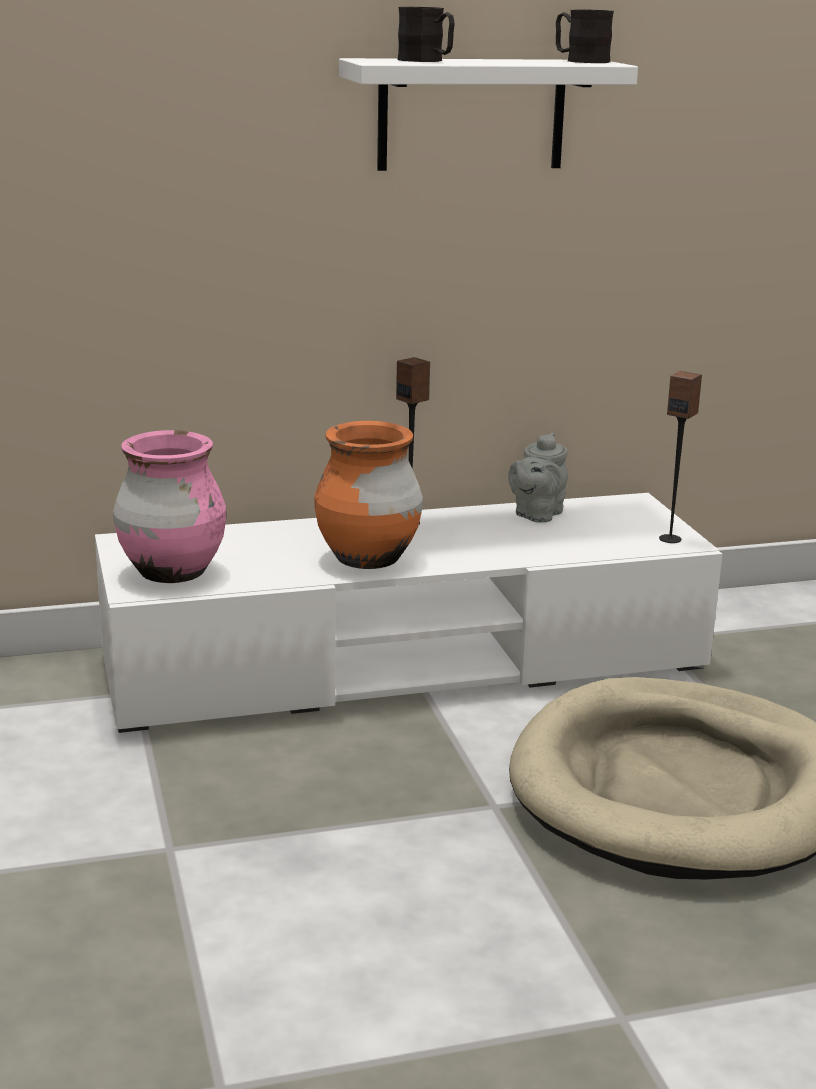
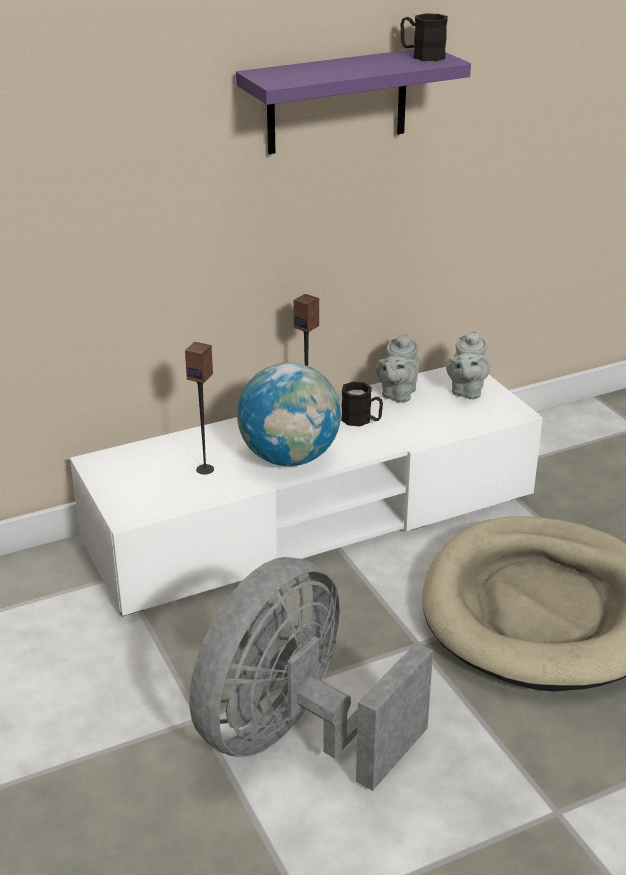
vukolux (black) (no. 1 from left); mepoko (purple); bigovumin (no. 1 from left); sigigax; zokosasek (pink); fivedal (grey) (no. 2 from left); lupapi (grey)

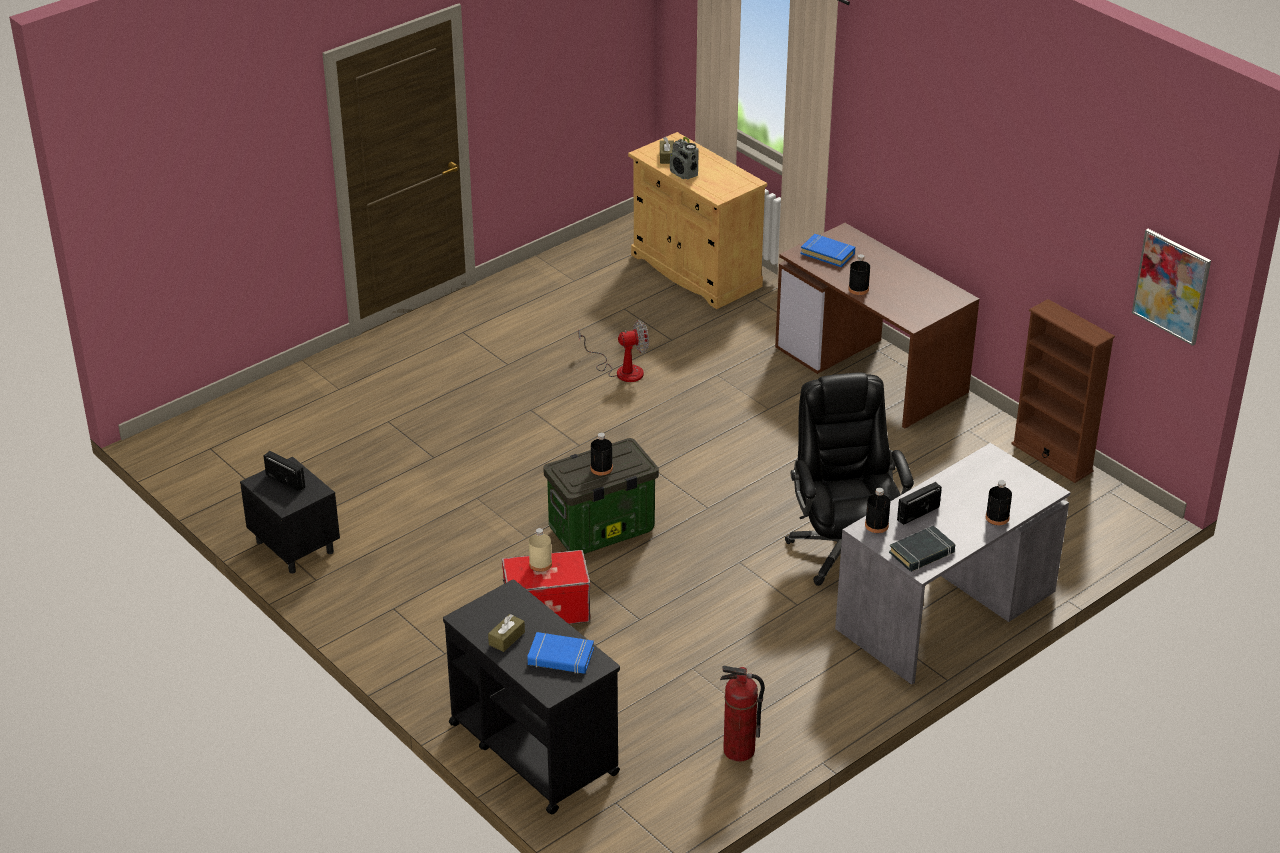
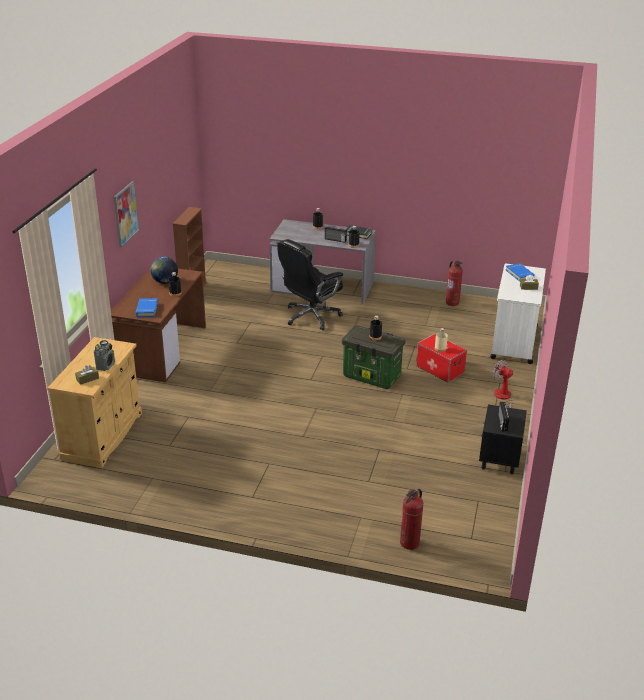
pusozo; lupapi; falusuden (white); sigigax; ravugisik (no. 1 from left)

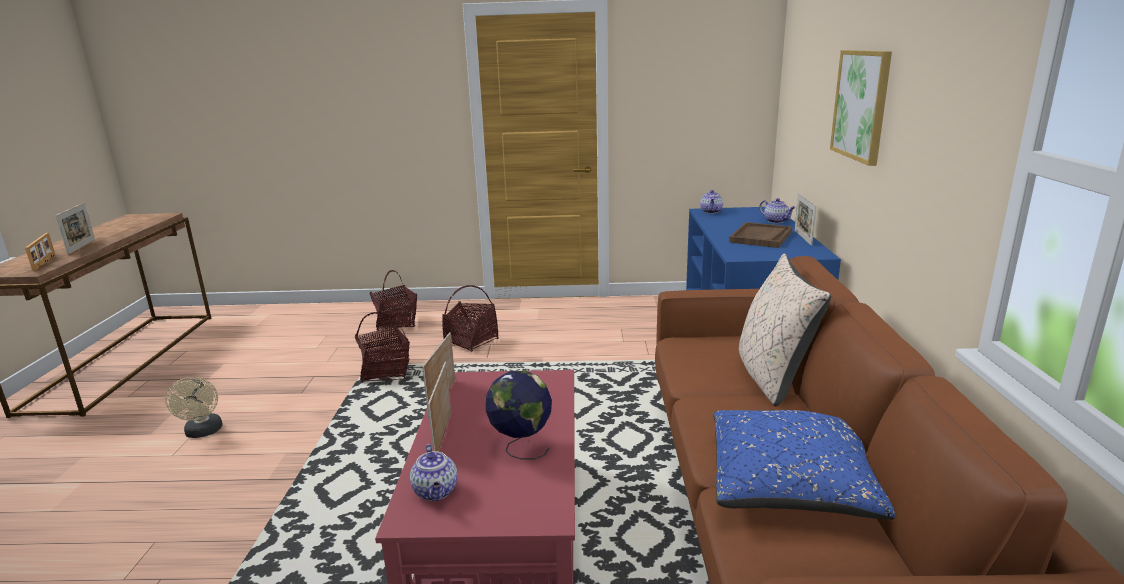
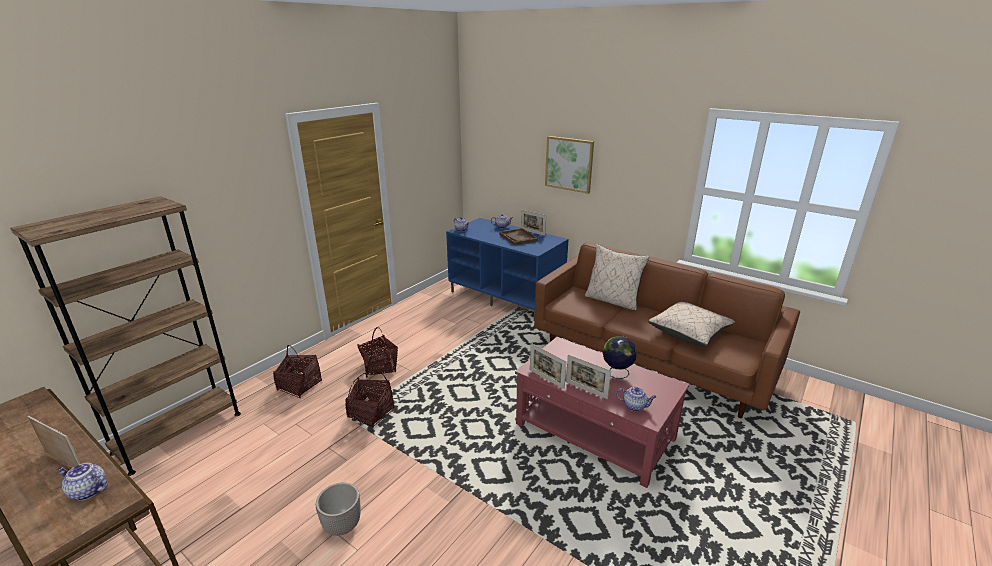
fivedal (no. 1 from left); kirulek; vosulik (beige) (no. 2 from left); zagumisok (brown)

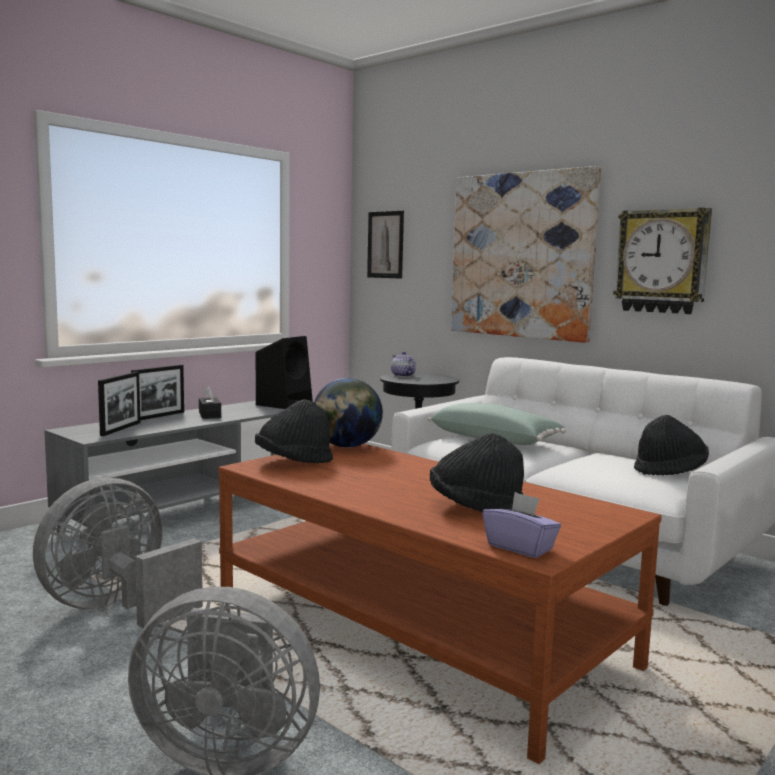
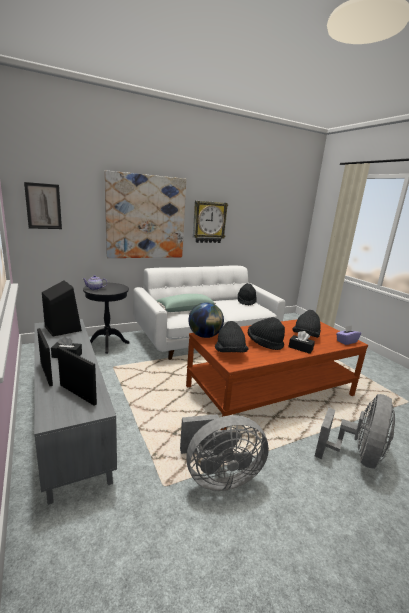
lupapi (grey) (no. 1 from left); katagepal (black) (no. 3 from left); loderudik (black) (no. 2 from left)

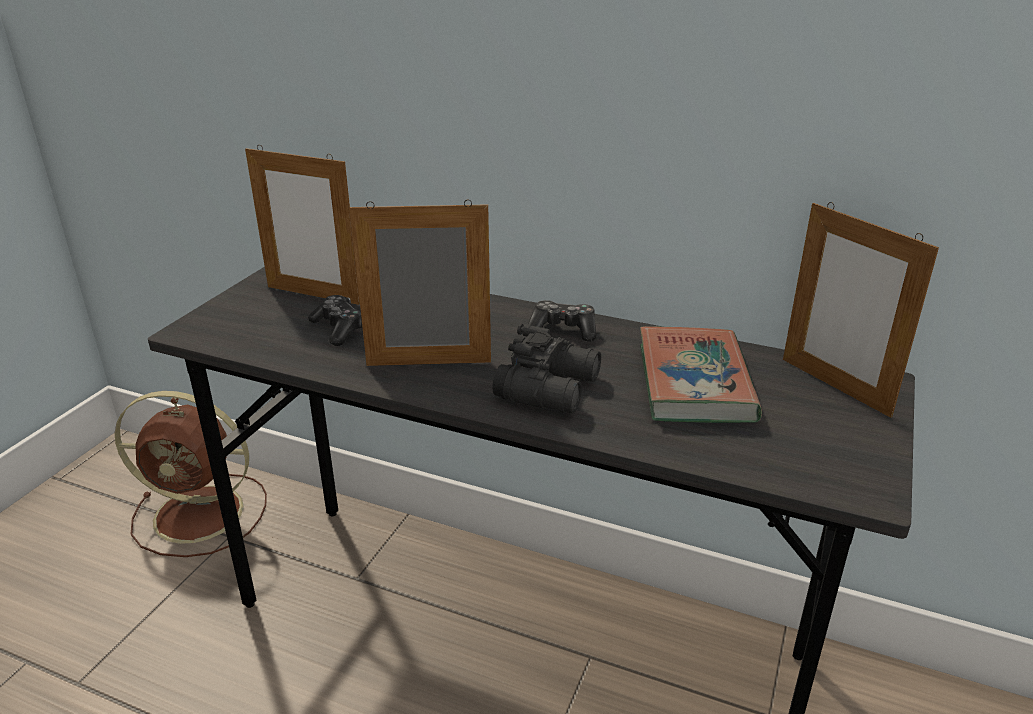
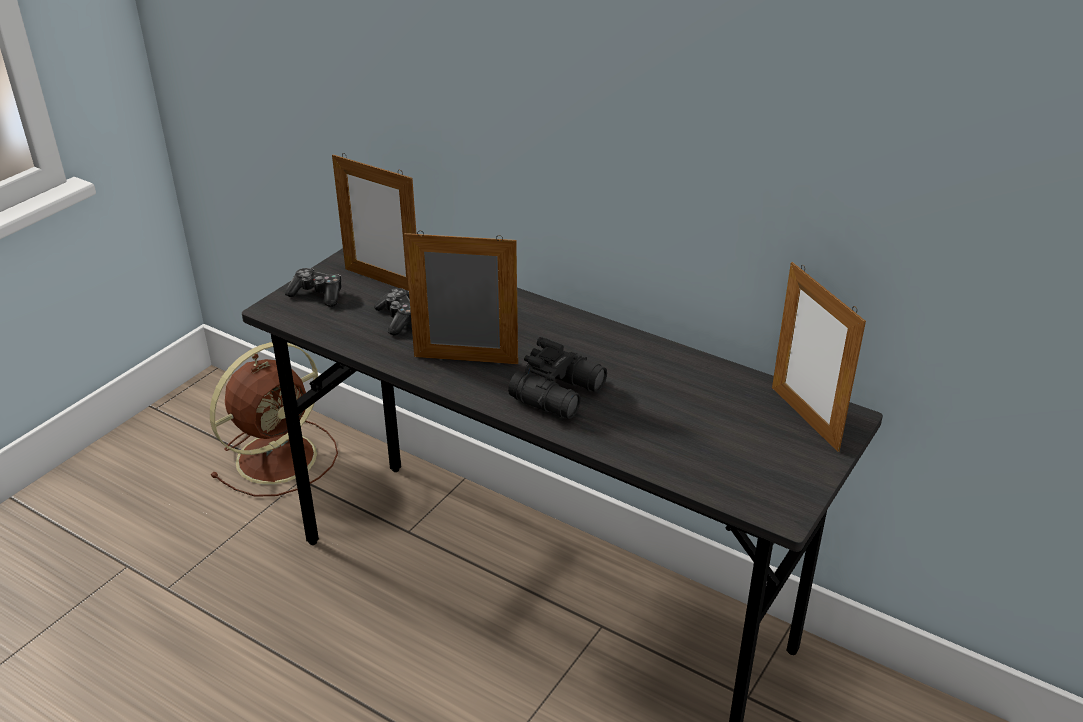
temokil (no. 1 from left); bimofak; lupapi (brown)

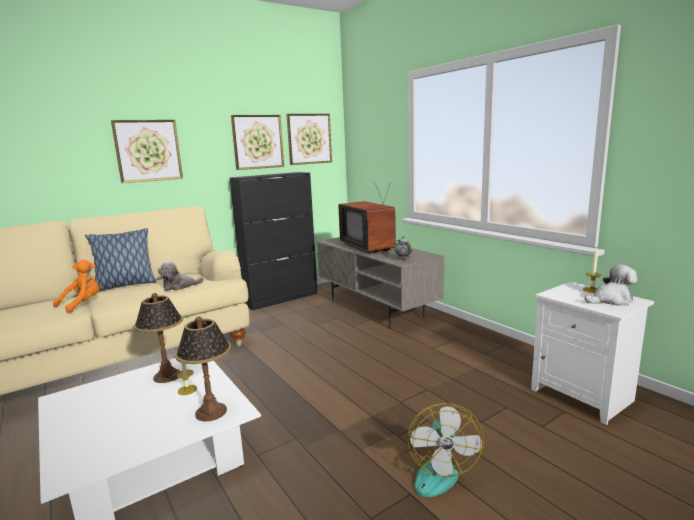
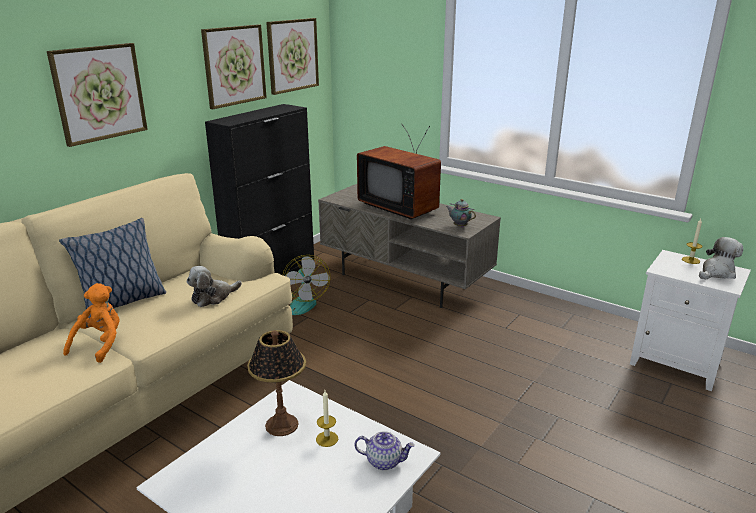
fivedal (no. 1 from left); lupapi

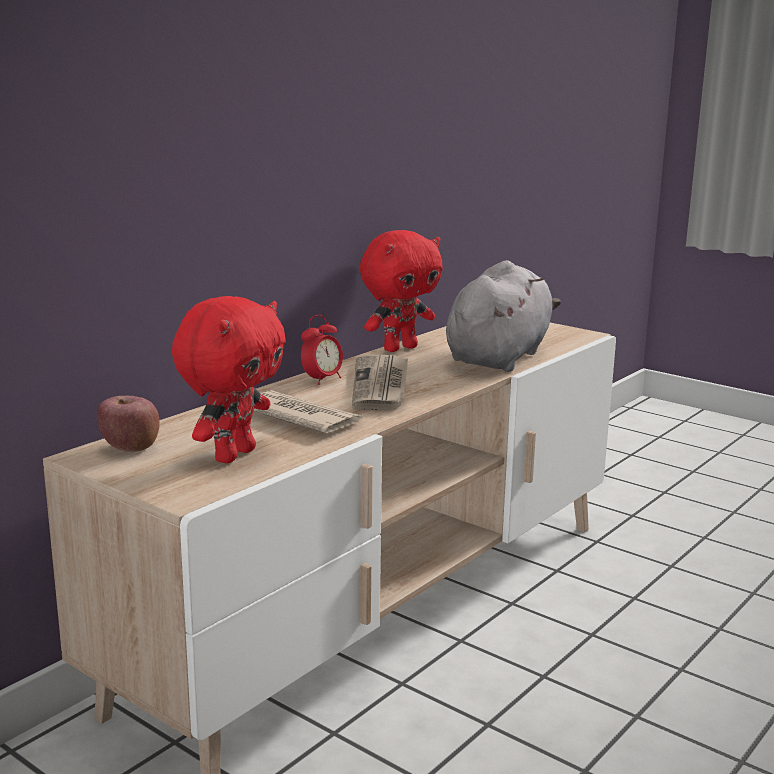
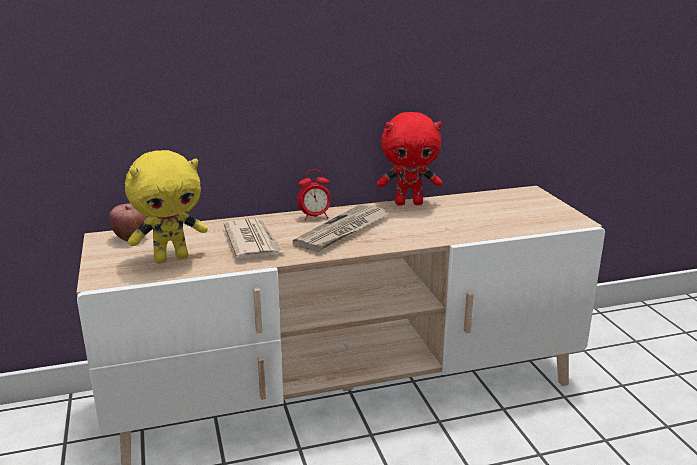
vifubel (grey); vifubel (yellow)

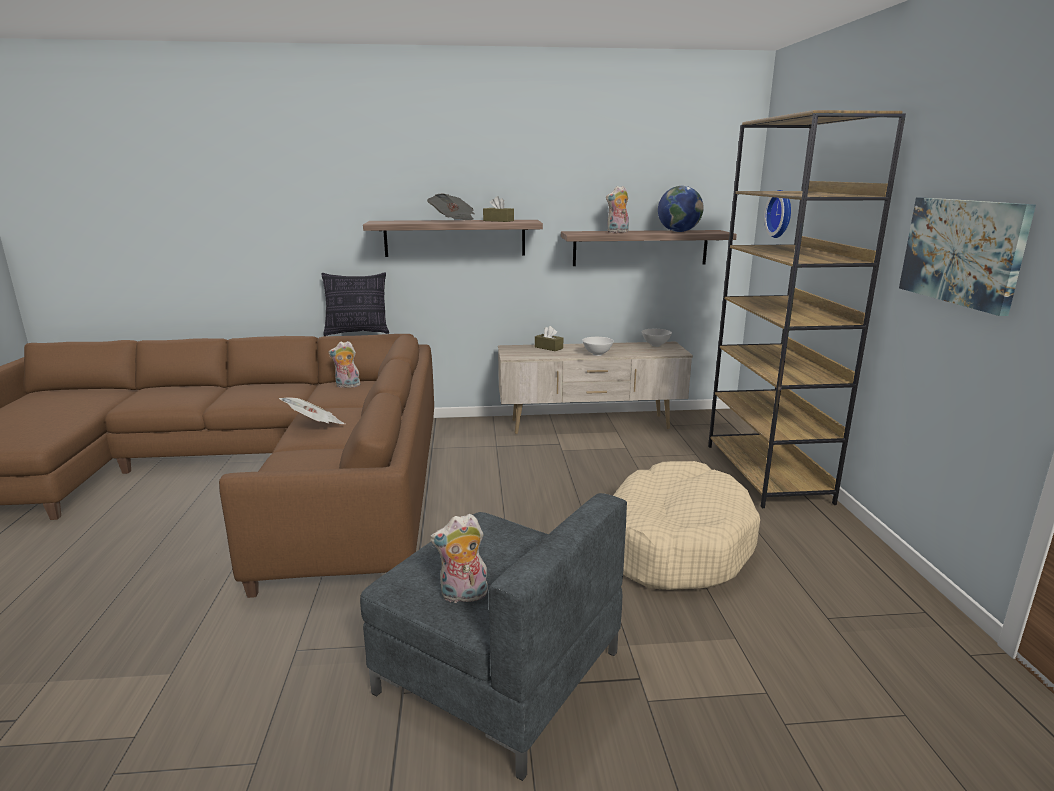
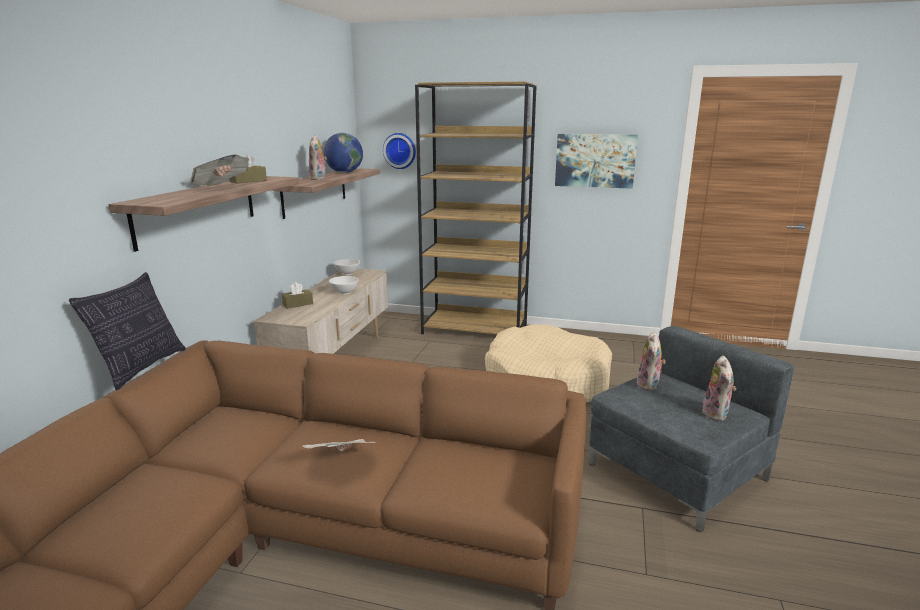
vifubel (no. 2 from left)

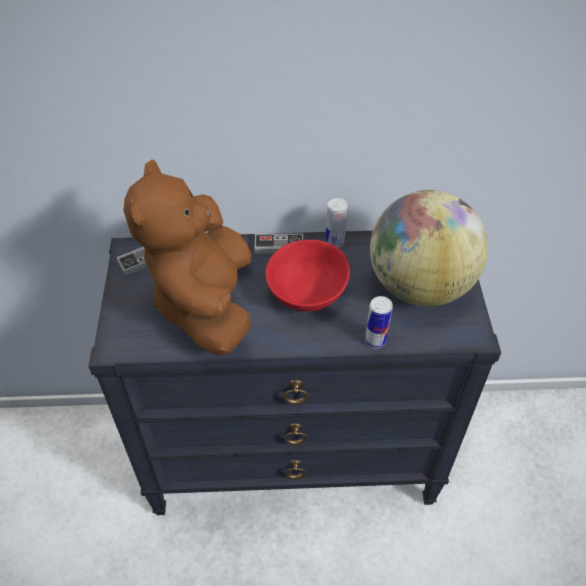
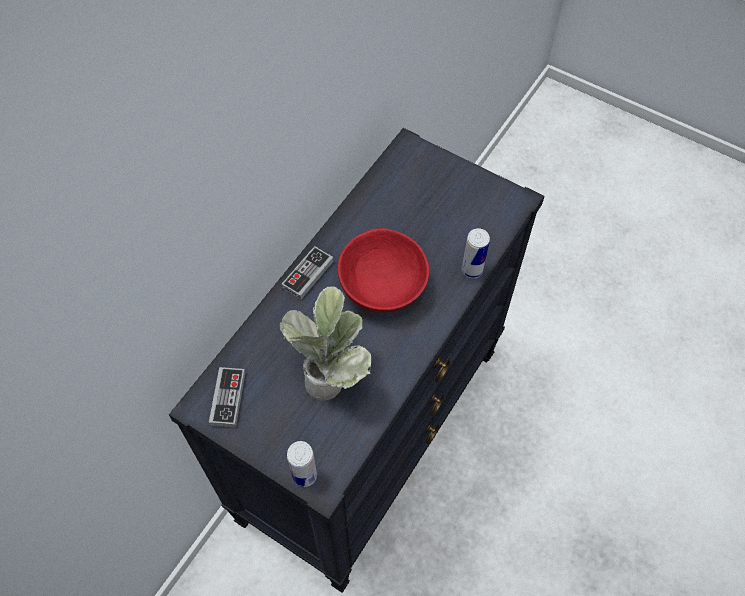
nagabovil; sigigax; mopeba (no. 1 from left)

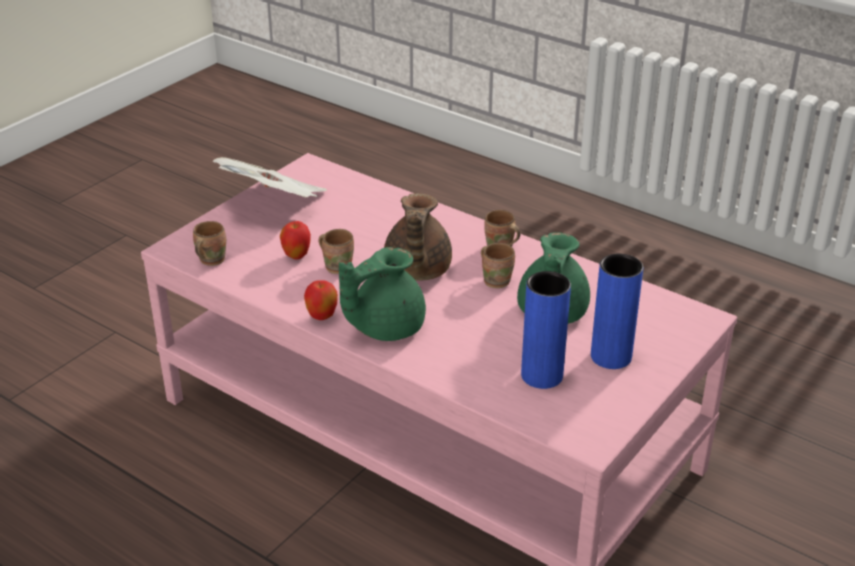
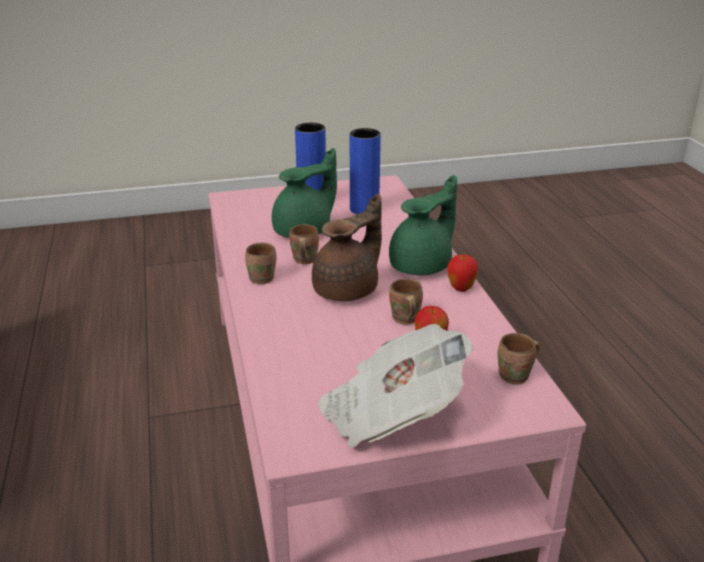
fivedal (green) (no. 2 from left)

